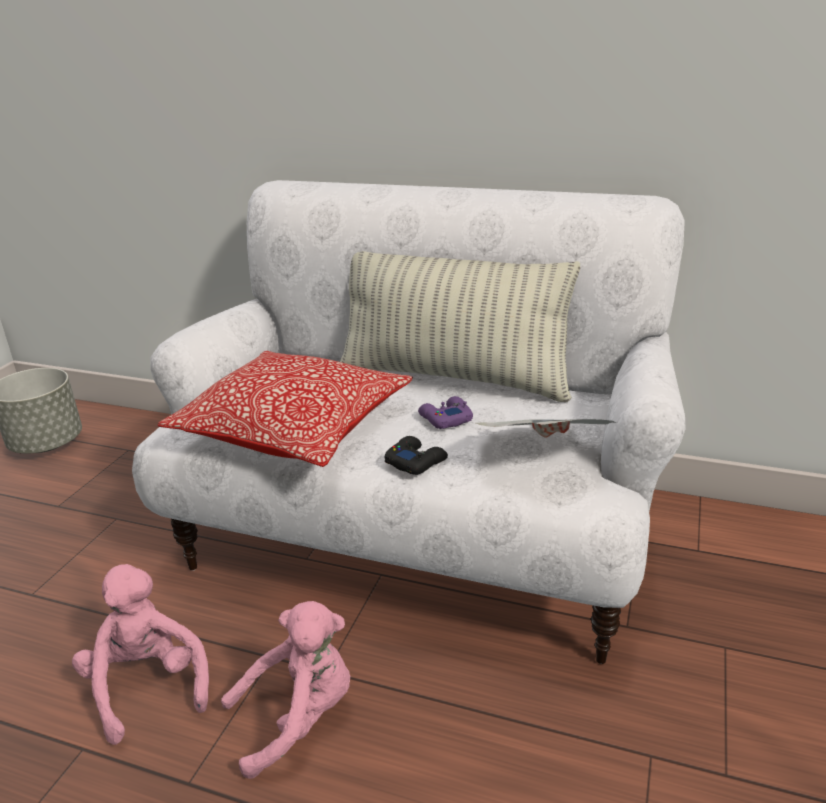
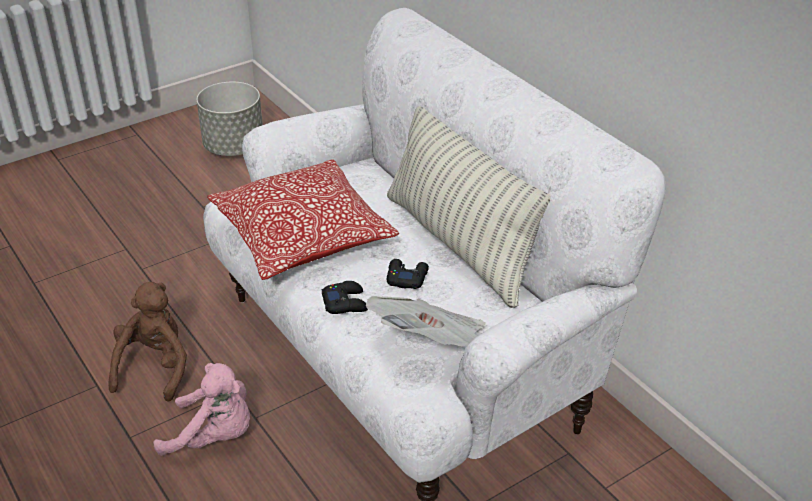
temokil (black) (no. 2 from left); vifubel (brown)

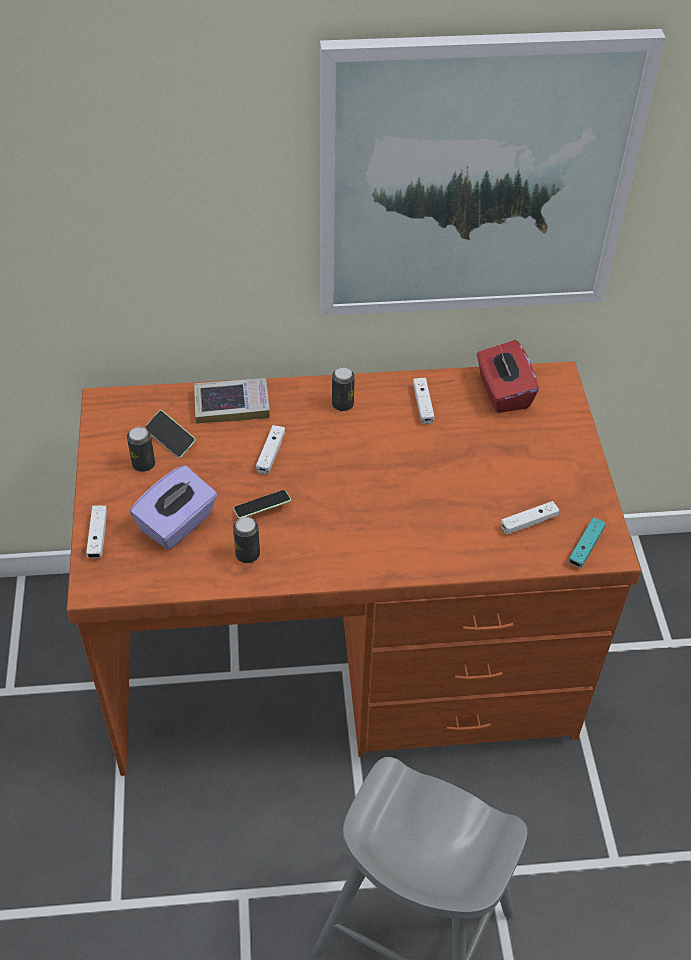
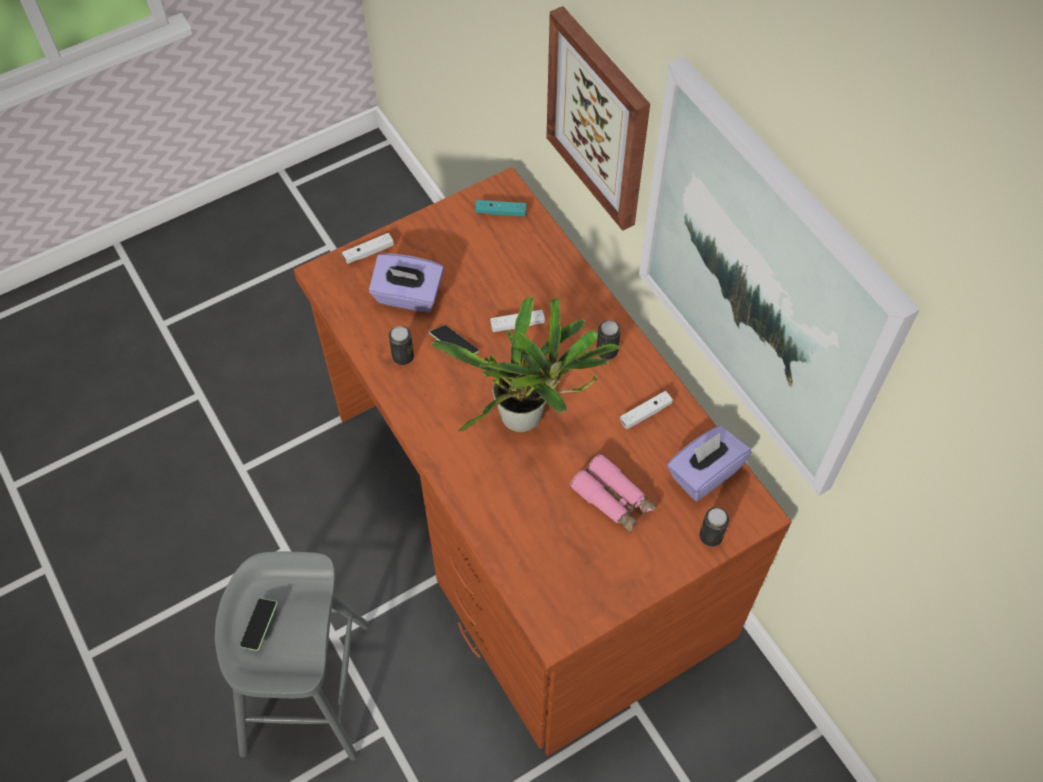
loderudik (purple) (no. 2 from left); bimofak; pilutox (no. 1 from left); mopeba (no. 3 from left); temokil (white) (no. 4 from left in the first image); temokil (turquoise); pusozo (no. 1 from left); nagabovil; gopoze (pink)

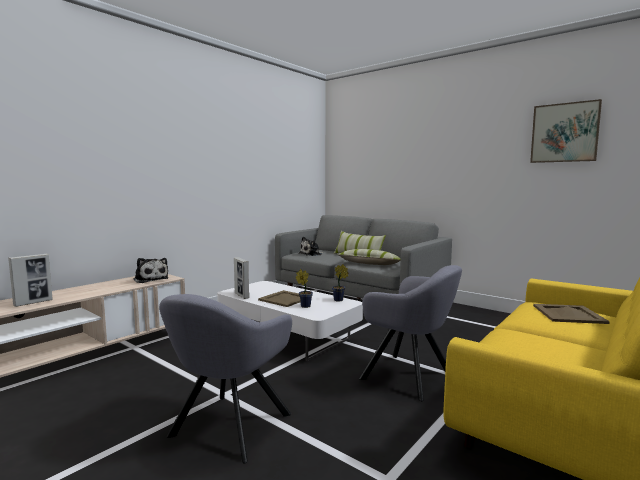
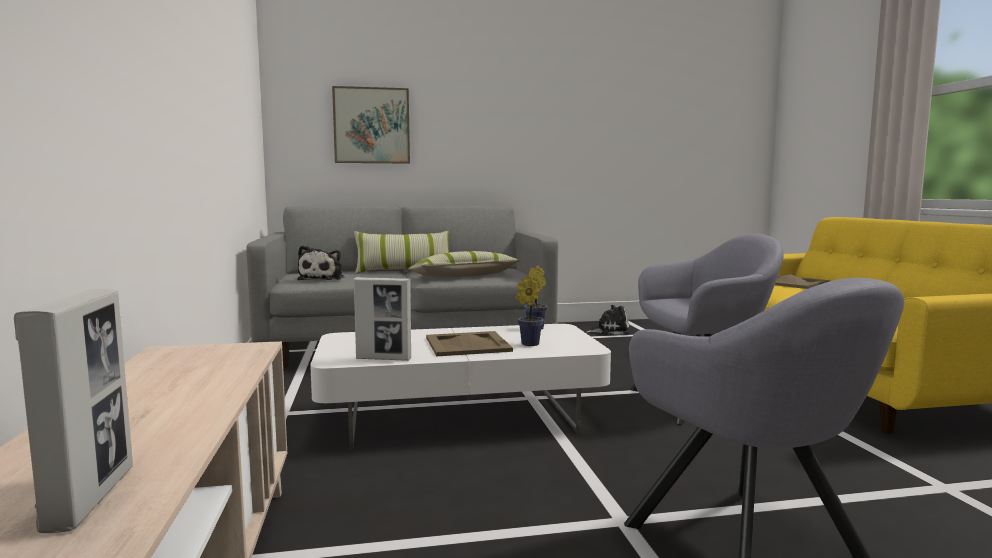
pusozo; vifubel (no. 2 from left)

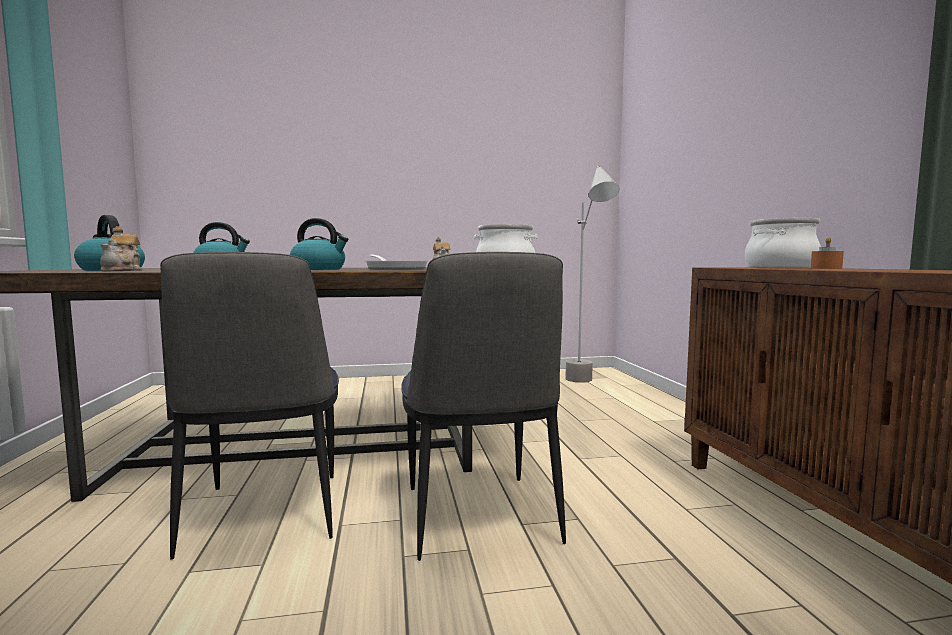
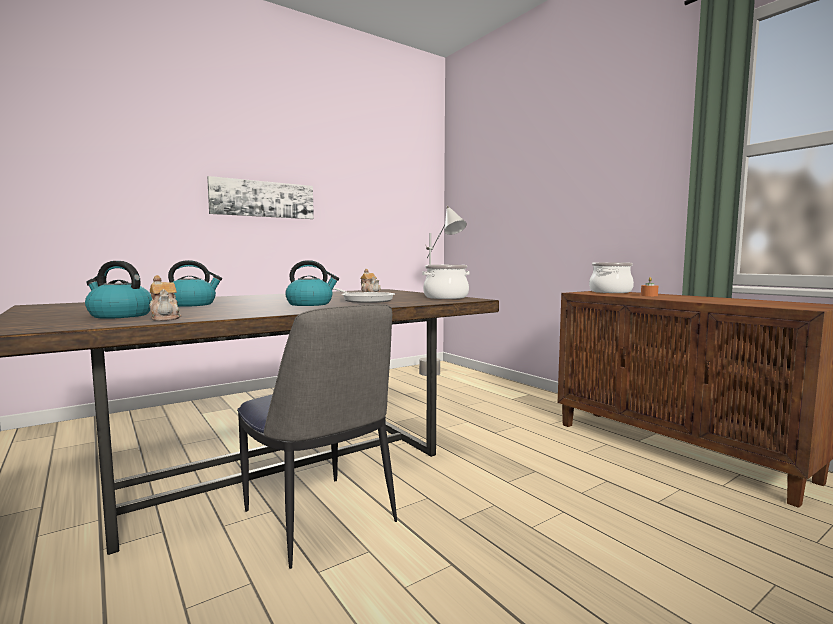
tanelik (no. 2 from left in the first image); pusozo

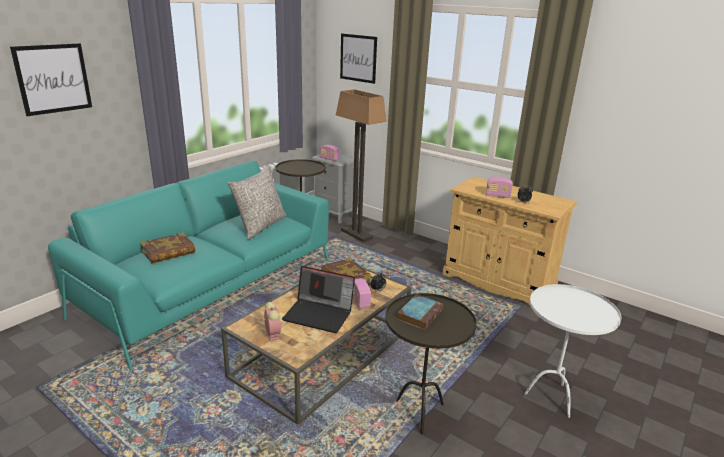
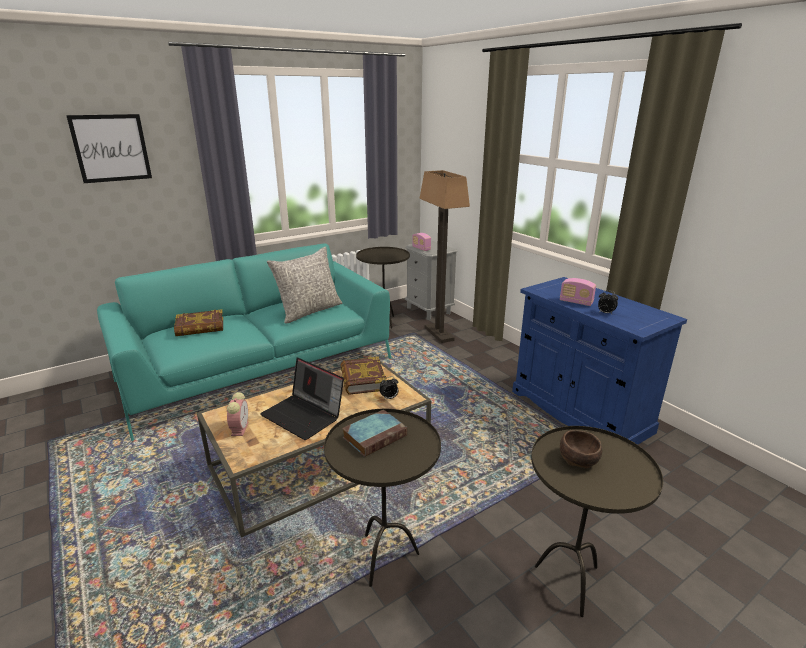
pusozo (no. 2 from left in the first image); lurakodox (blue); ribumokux (no. 2 from left in the first image); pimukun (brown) (no. 3 from left); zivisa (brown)

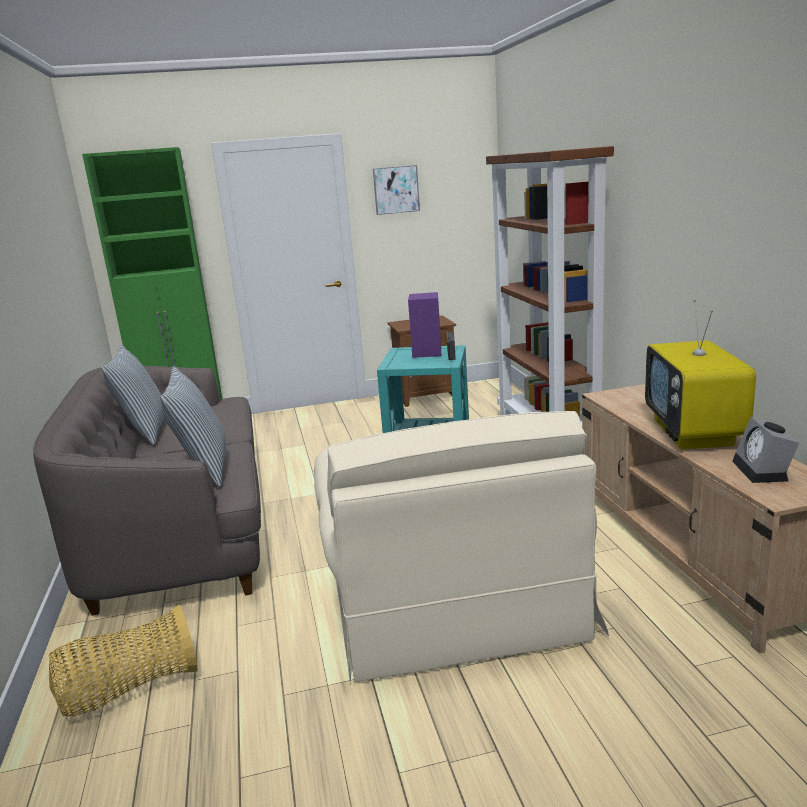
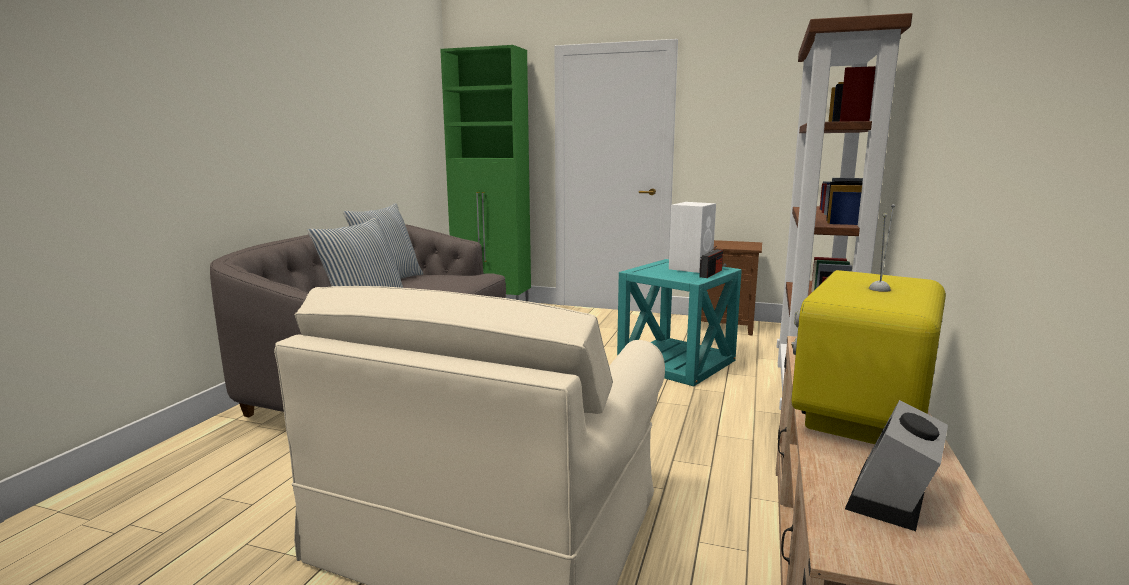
pusozo; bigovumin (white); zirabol

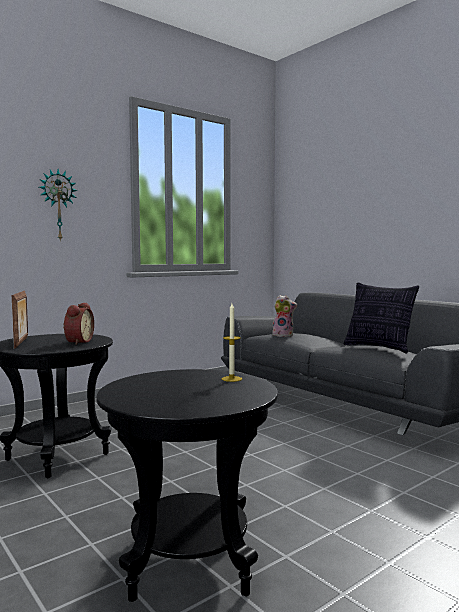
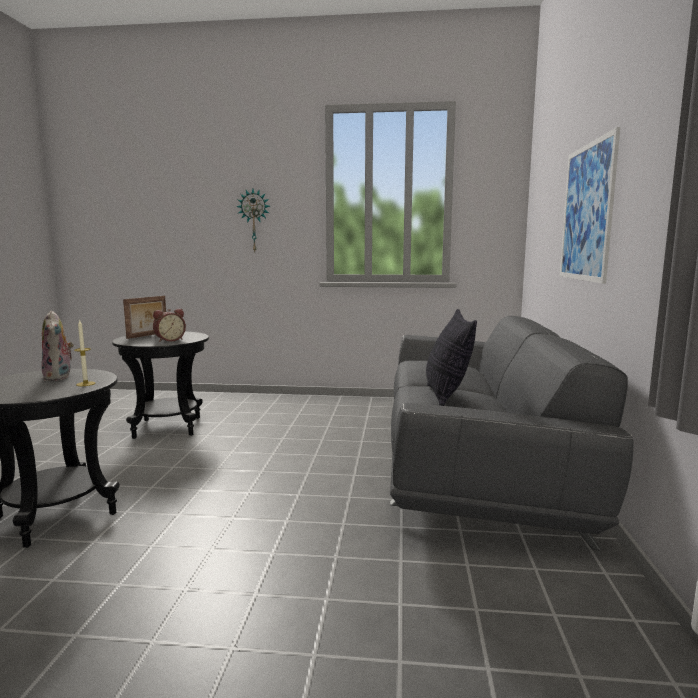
vifubel; pusozo

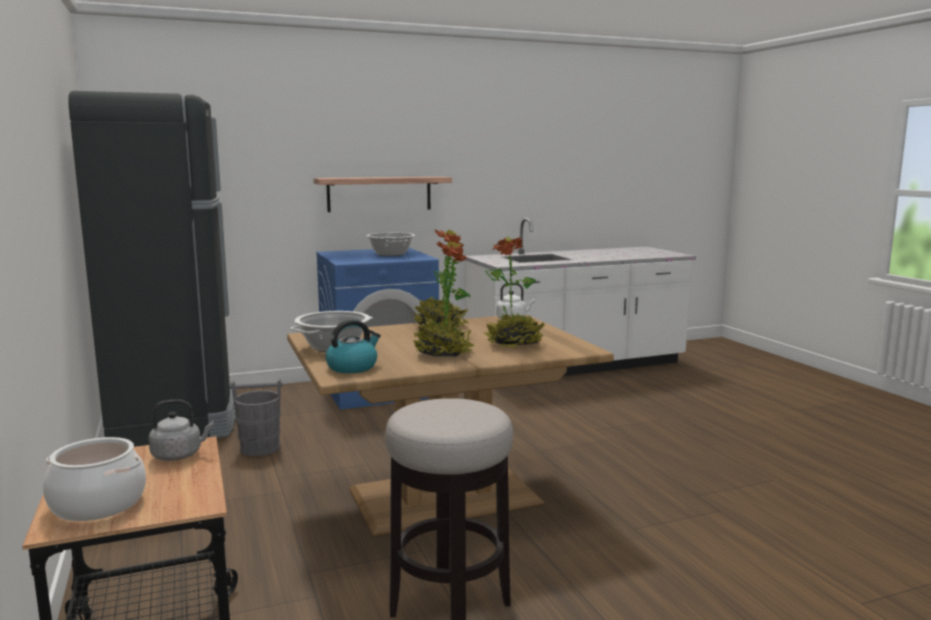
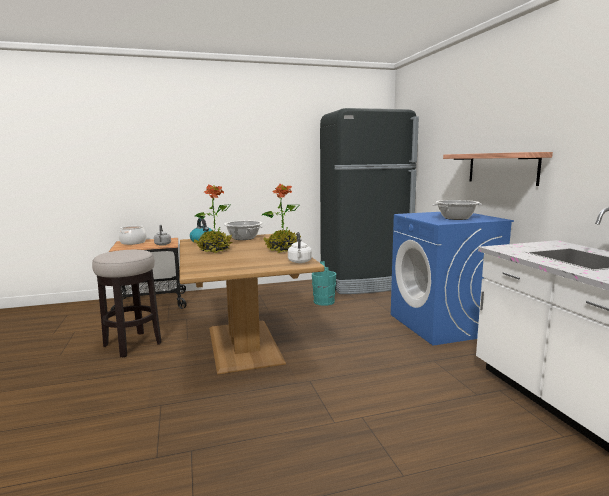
nagabovil (no. 3 from left in the first image); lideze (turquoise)

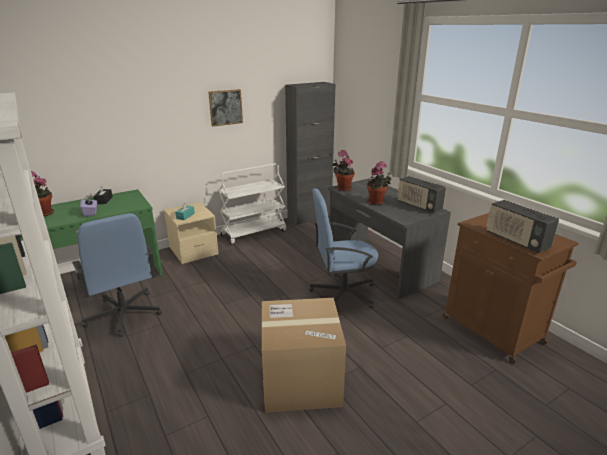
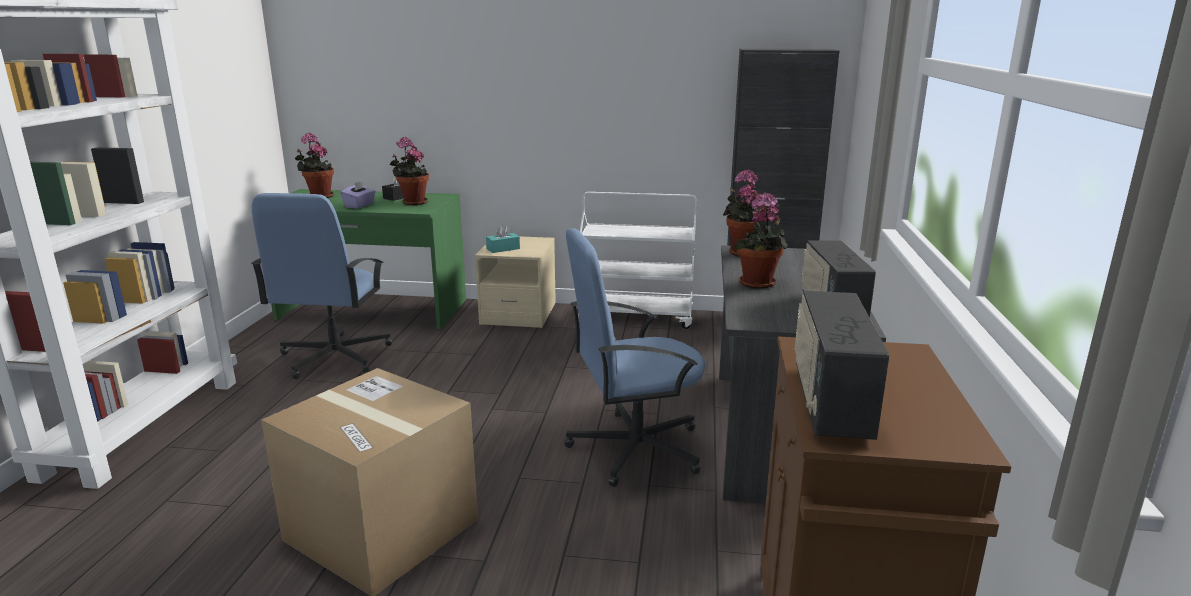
pusozo; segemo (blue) (no. 2 from left); nagabovil (no. 2 from left)

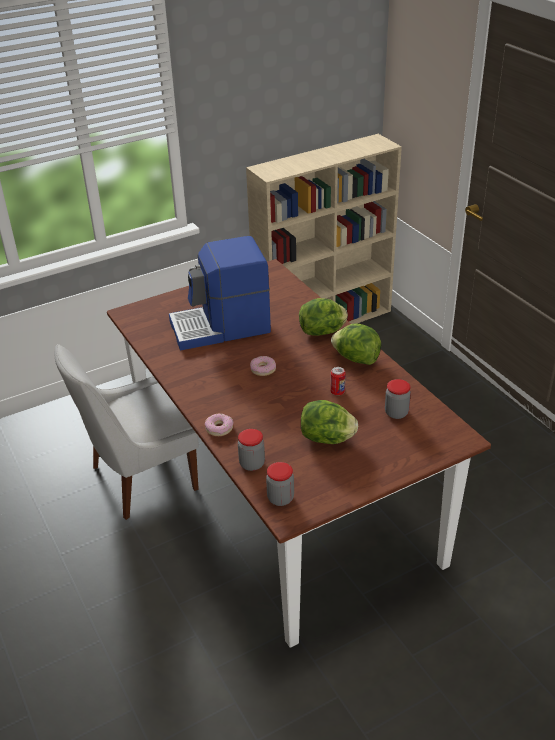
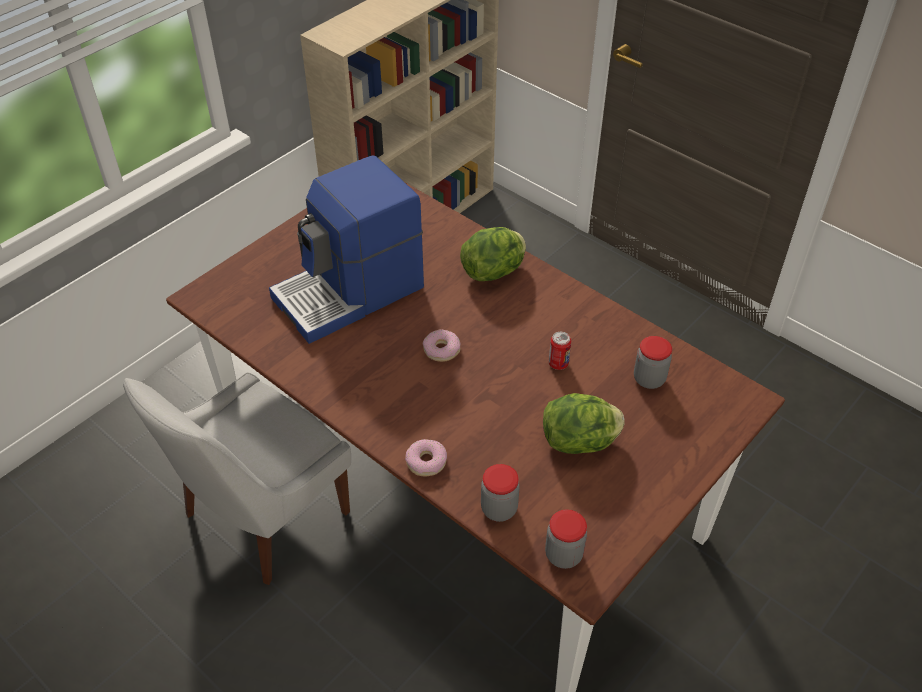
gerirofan (no. 3 from left in the first image)

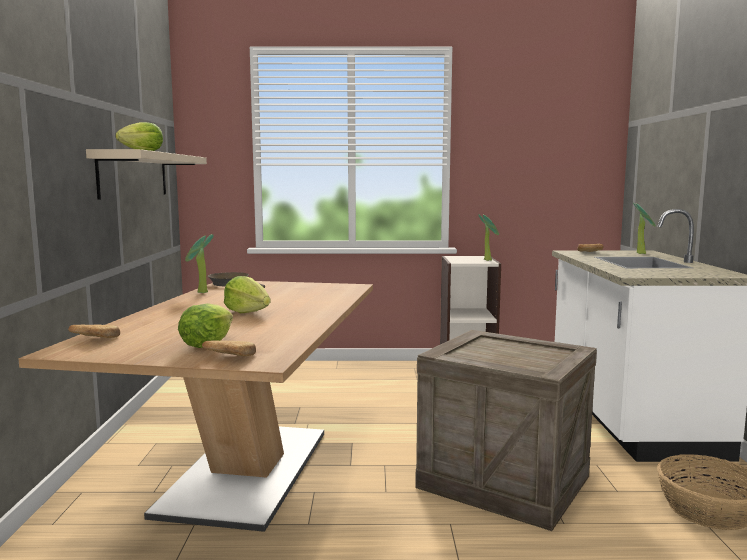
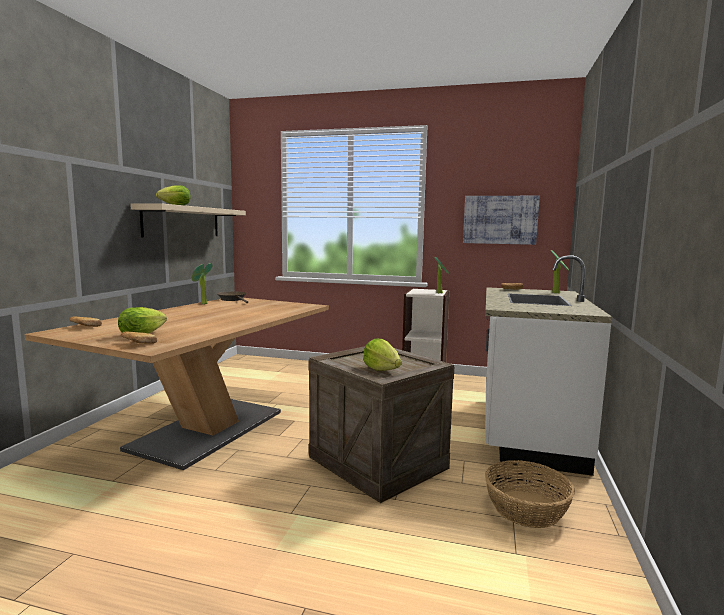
gerirofan (no. 3 from left); pusozo

